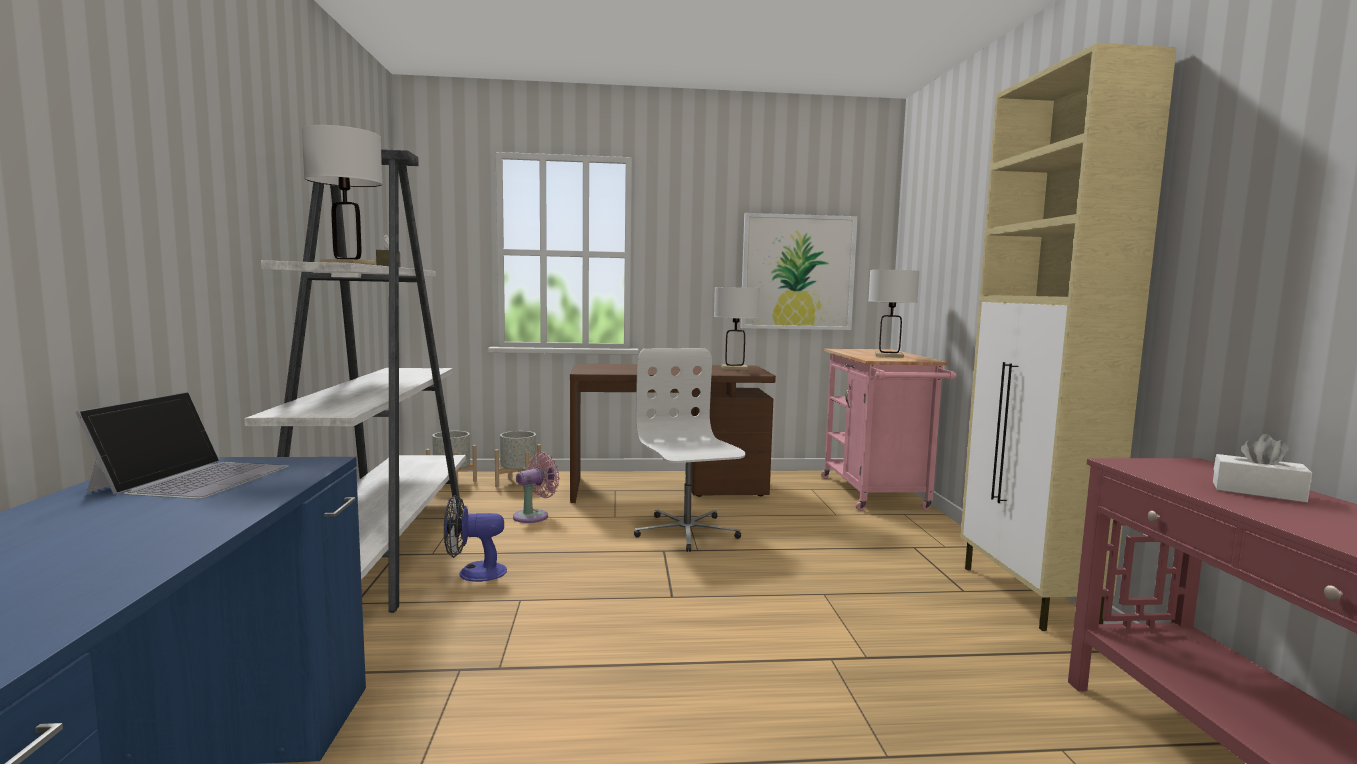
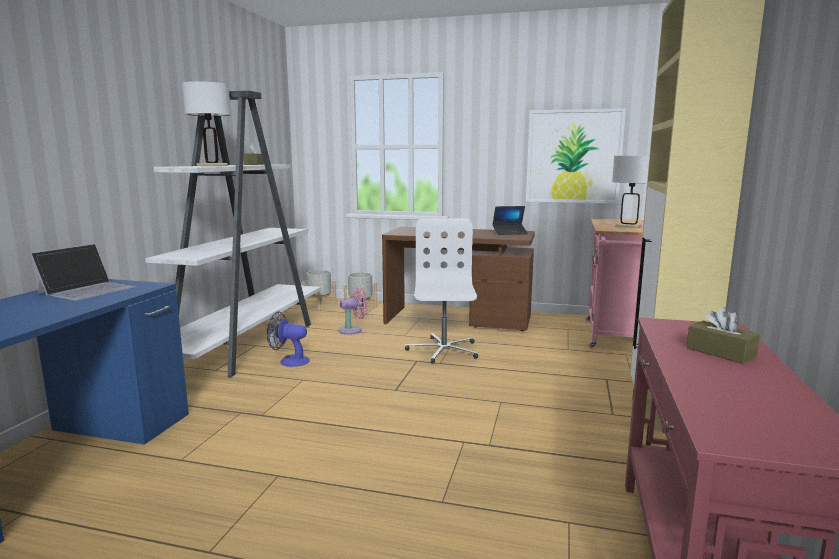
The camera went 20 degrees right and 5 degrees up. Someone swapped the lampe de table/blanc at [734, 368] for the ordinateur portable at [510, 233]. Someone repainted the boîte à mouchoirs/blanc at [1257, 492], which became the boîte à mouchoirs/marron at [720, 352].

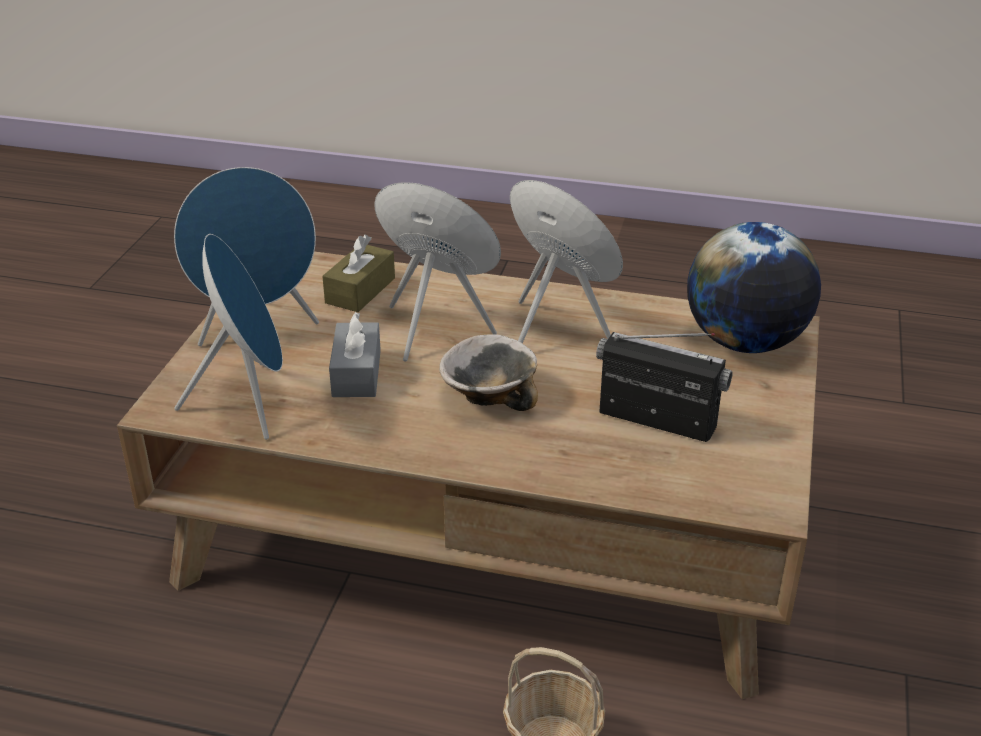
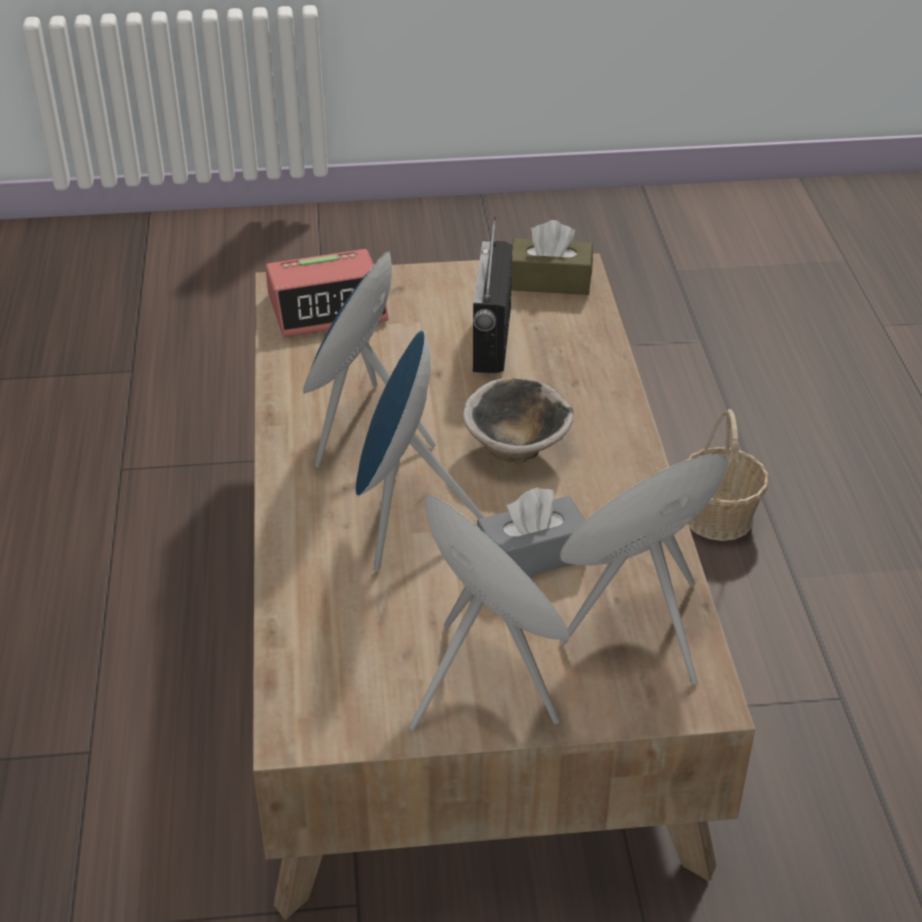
The camera went 110 degrees left and 5 degrees up. Someone swapped the globe at [745, 342] for the réveil at [328, 307]. Someone carried the boîte à mouchoirs/marron from [360, 290] to [550, 281].

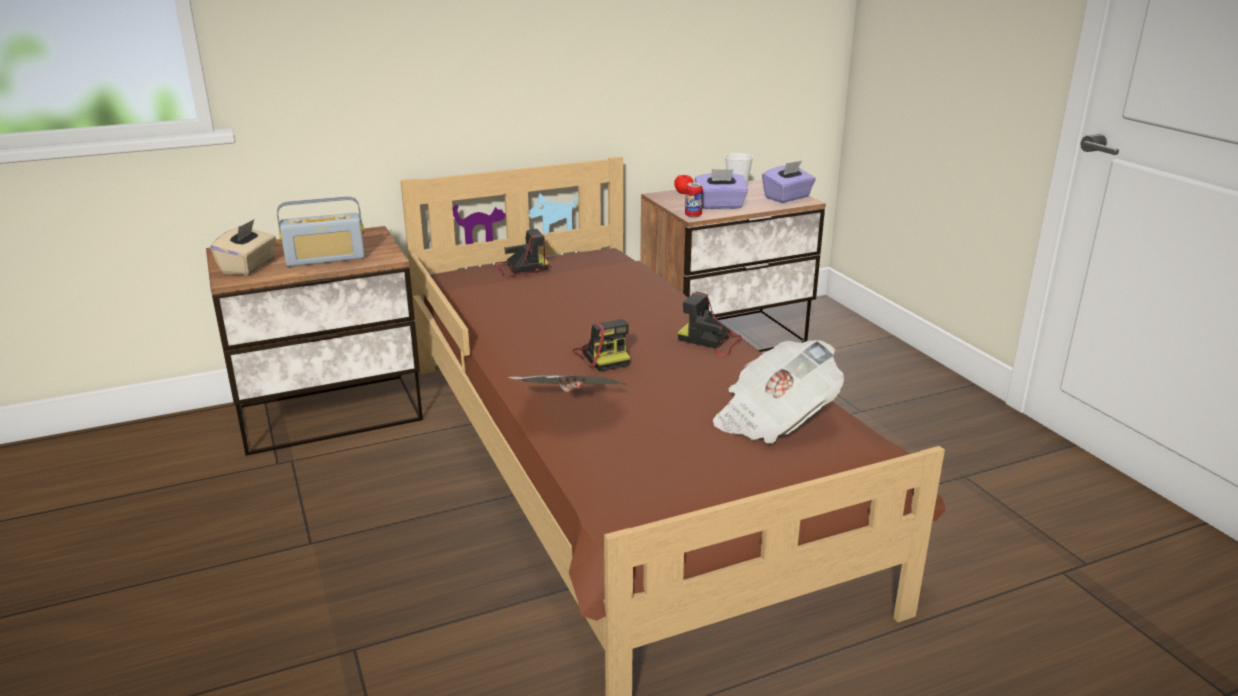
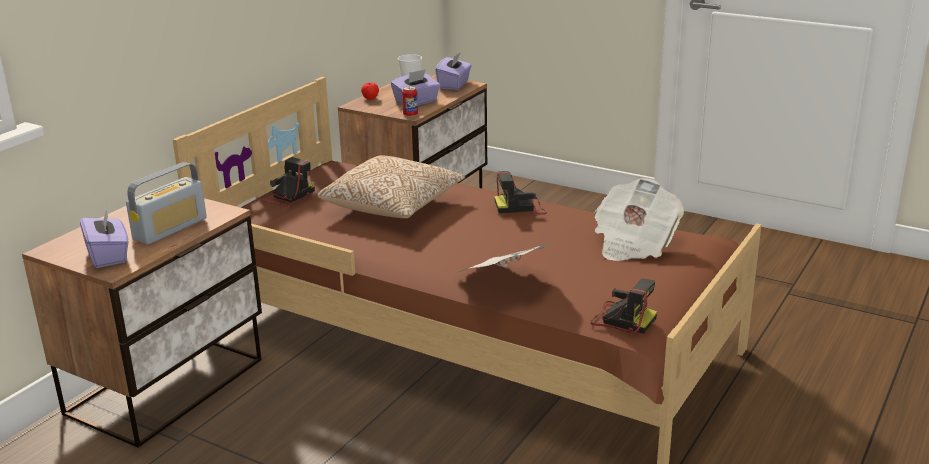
The camera went 35 degrees left and 0 degrees up. Someone repainted the boîte à mouchoirs/beige at [249, 267], which became the boîte à mouchoirs/violet at [108, 255]. Someone carried the appareil photo from [603, 356] to [621, 319]. Someone put down the coussin at [393, 207].

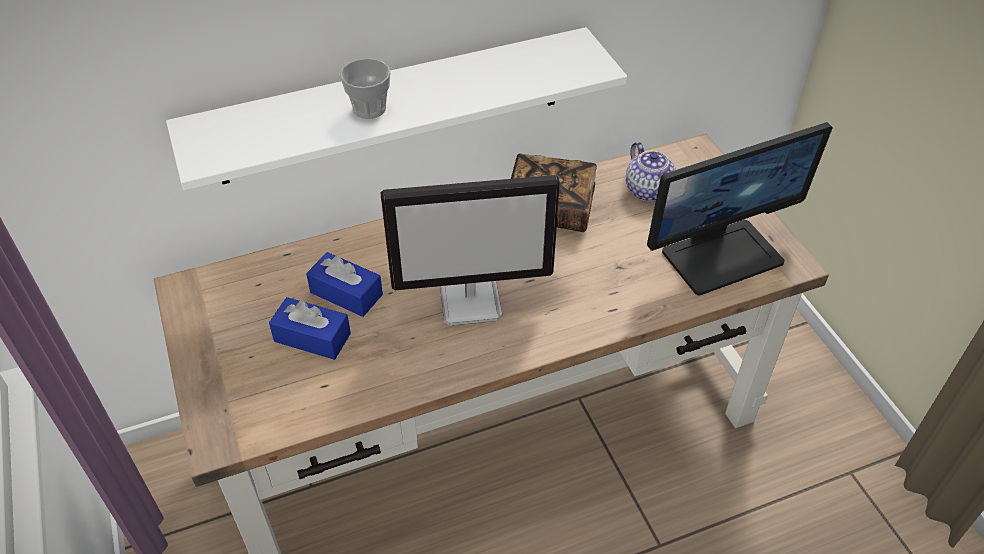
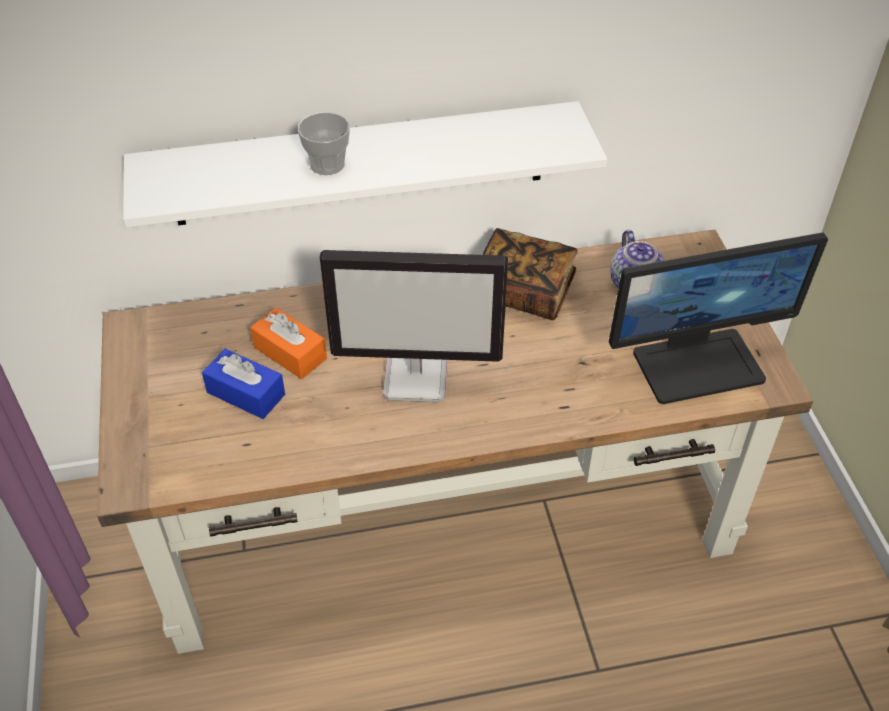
The camera went 10 degrees right and 0 degrees up. Someone repainted the boîte à mouchoirs/bleu at [346, 293], which became the boîte à mouchoirs/orange at [290, 353].

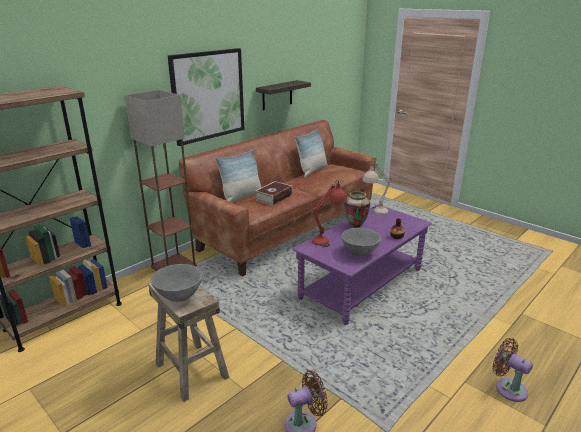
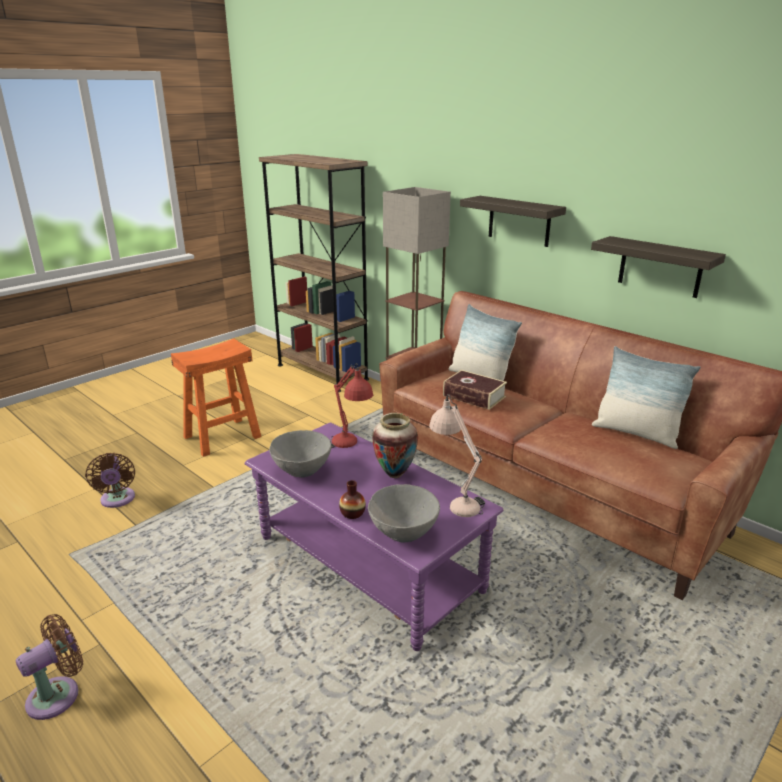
The camera went 90 degrees right and 0 degrees up. Someone swapped the tableau at [208, 95] for the étagère at [519, 221]. Someone carried the bol/gris from [179, 297] to [403, 533]. Someone repainted the tabouret/beige at [191, 370], which became the tabouret/orange at [222, 436].

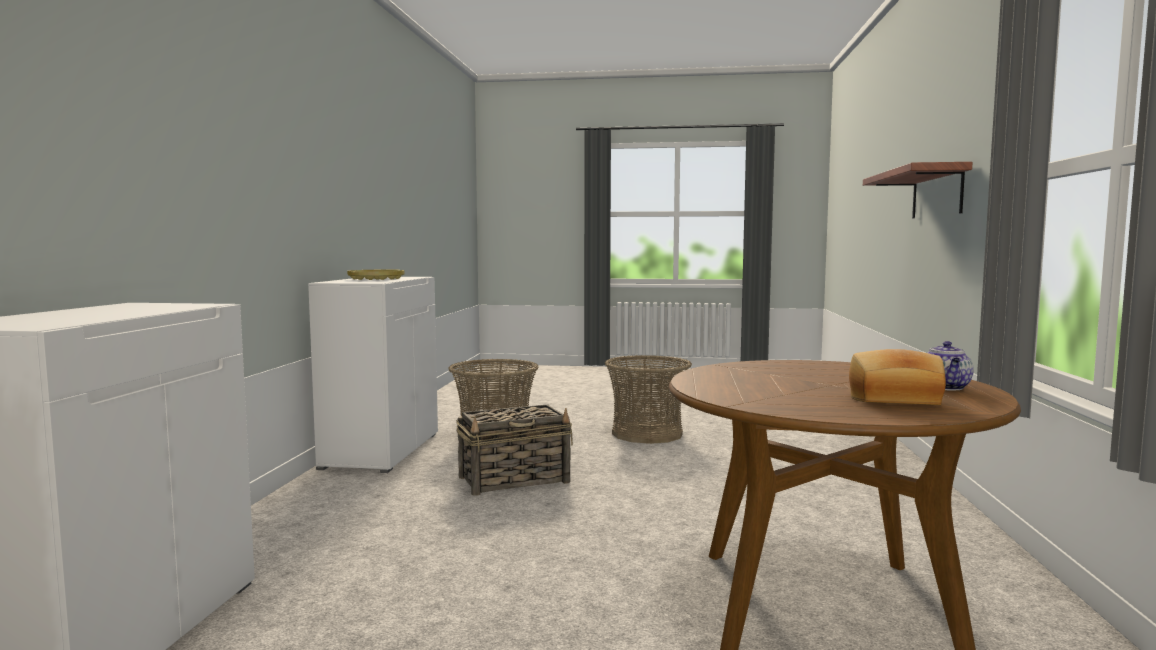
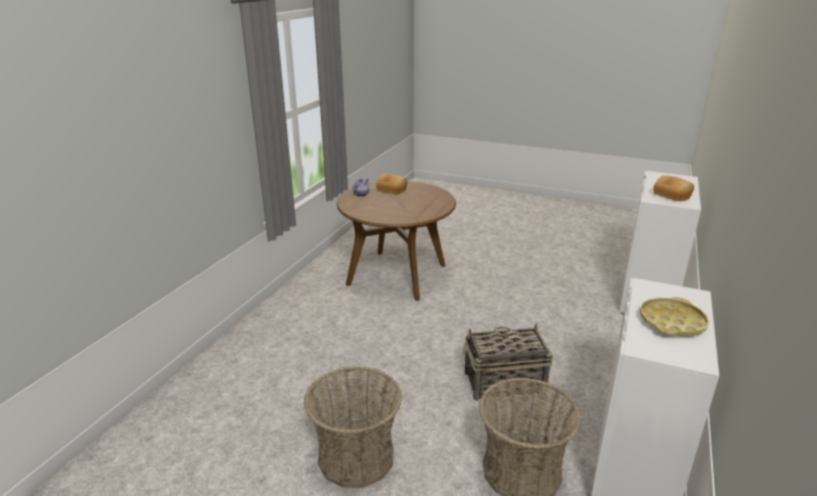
The camera went 165 degrees left and 20 degrees up. Someone took away the étagère at [937, 193]. Someone put down the pain at [672, 195].

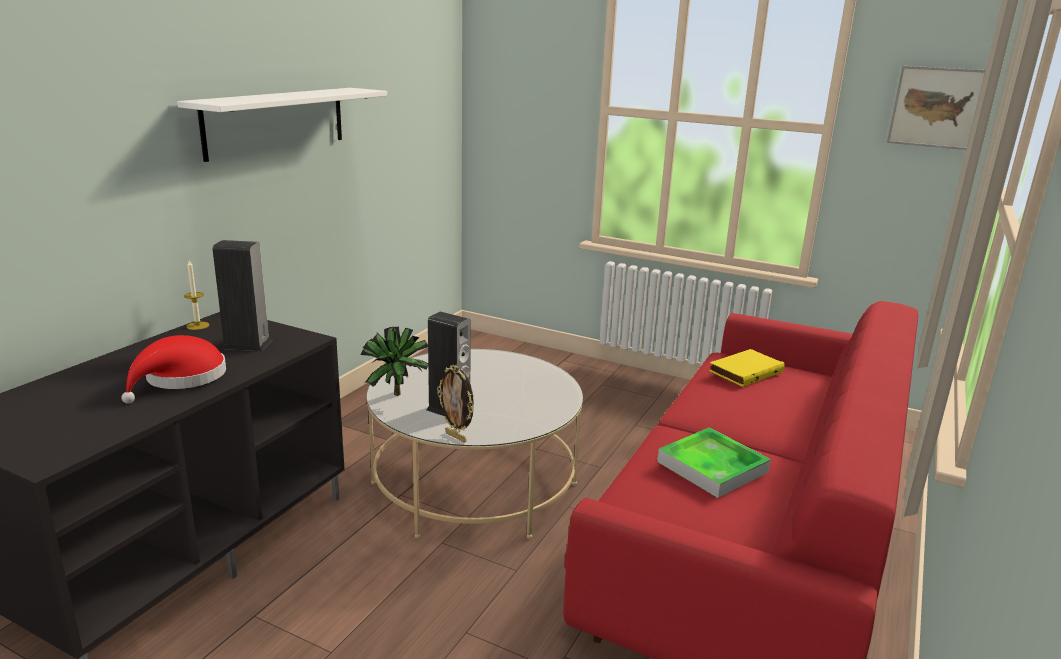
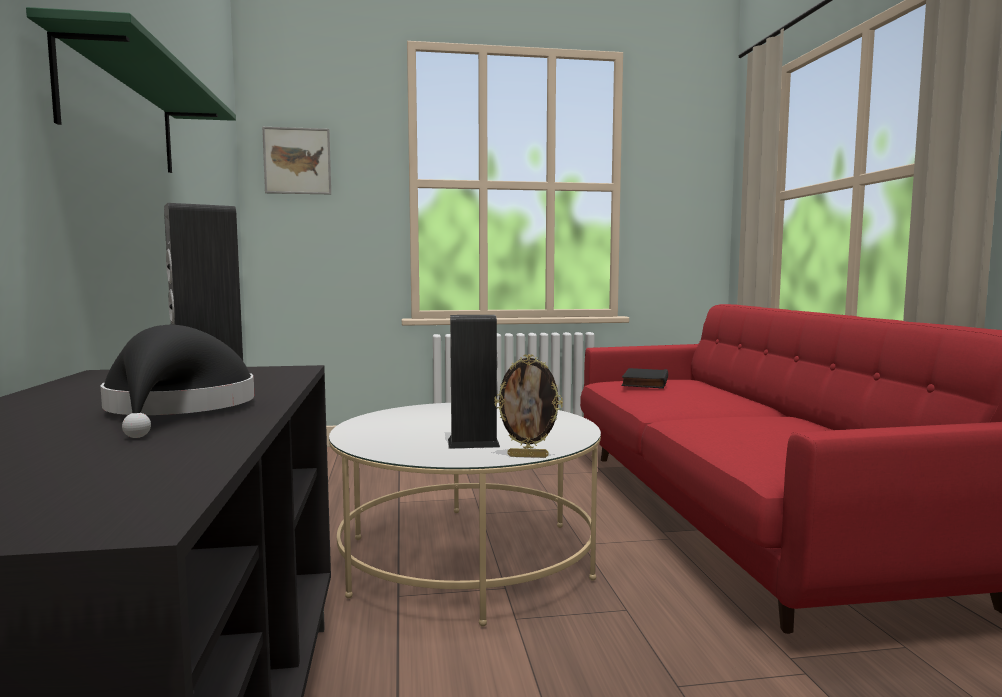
The camera went 35 degrees left and 15 degrees down. Someone carried the tableau from [935, 107] to [297, 161]. Someone repainted the étagère/blanc at [276, 121], which became the étagère/vert at [120, 113]. Someone took away the bougie at [197, 326]. Someone took away the plante en pot at [397, 396]. Someone repainted the chapeau/rouge at [181, 379], which became the chapeau/noir at [178, 409]. Someone repainted the livre/jaune at [745, 371], which became the livre/noir at [643, 382]. Someone took away the plateau at [712, 467].

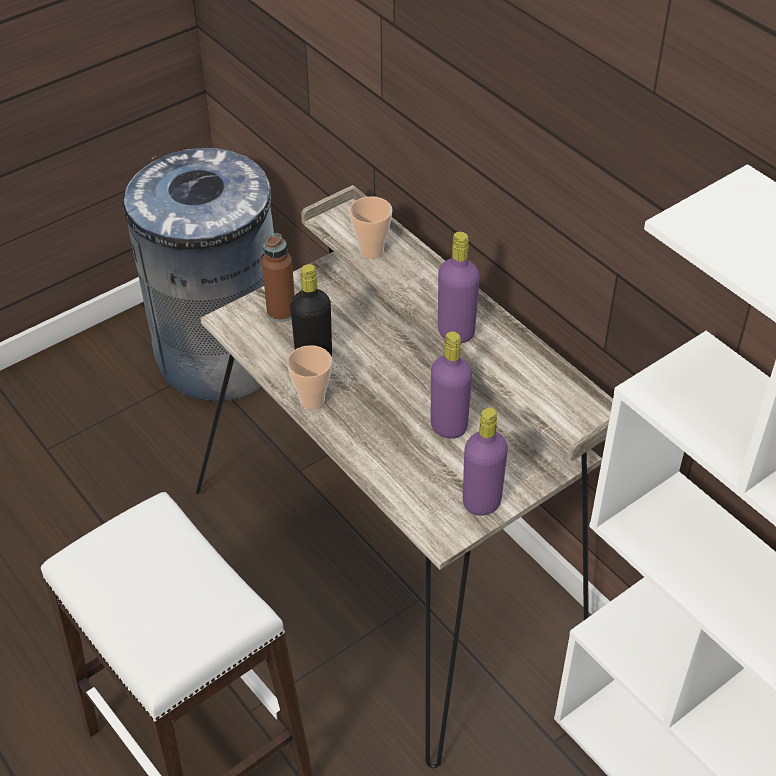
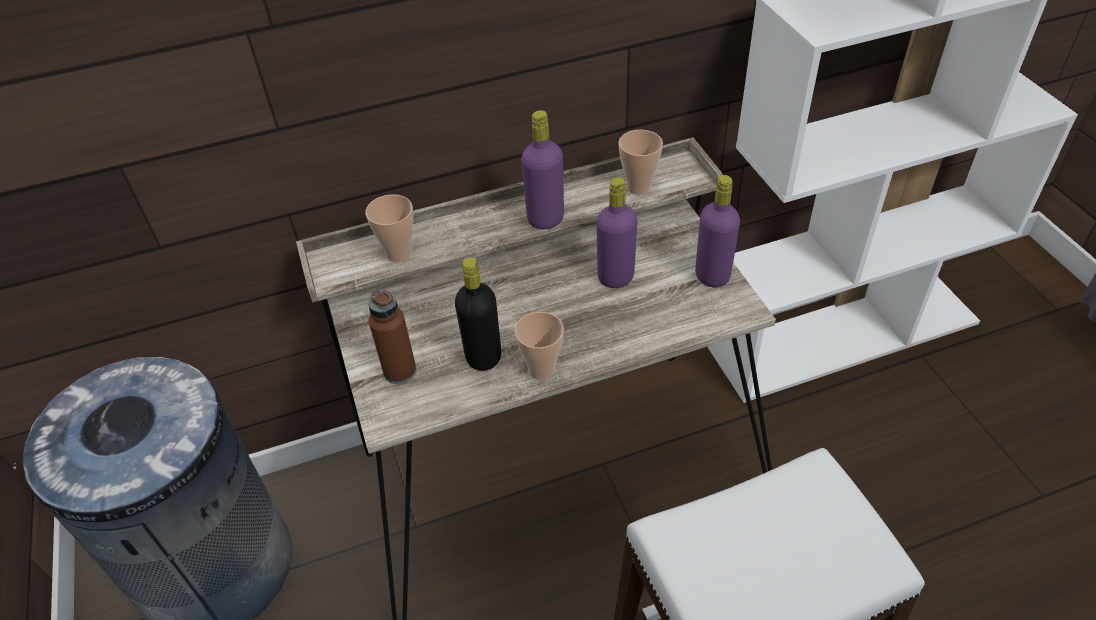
The camera went 70 degrees left and 0 degrees up. Someone put down the tasse at [638, 187].

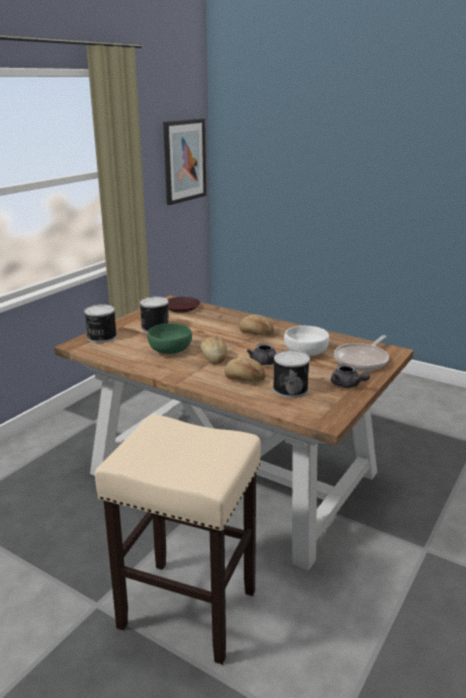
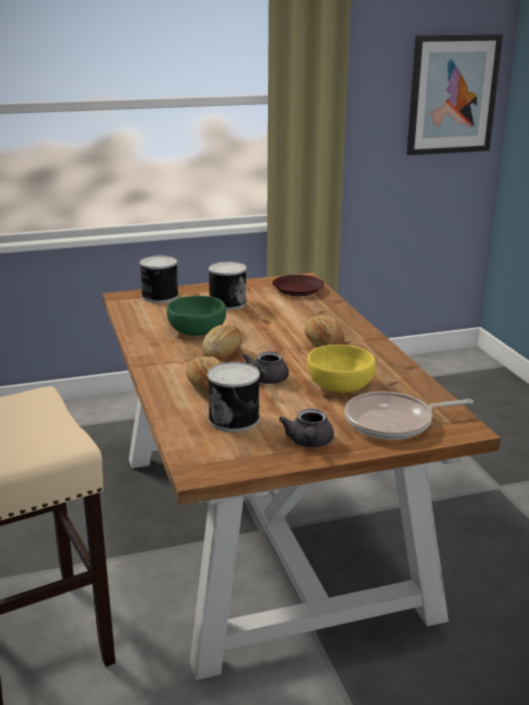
The camera went 40 degrees right and 0 degrees up. Someone repainted the bol/blanc at [306, 352], which became the bol/jaune at [339, 386].

